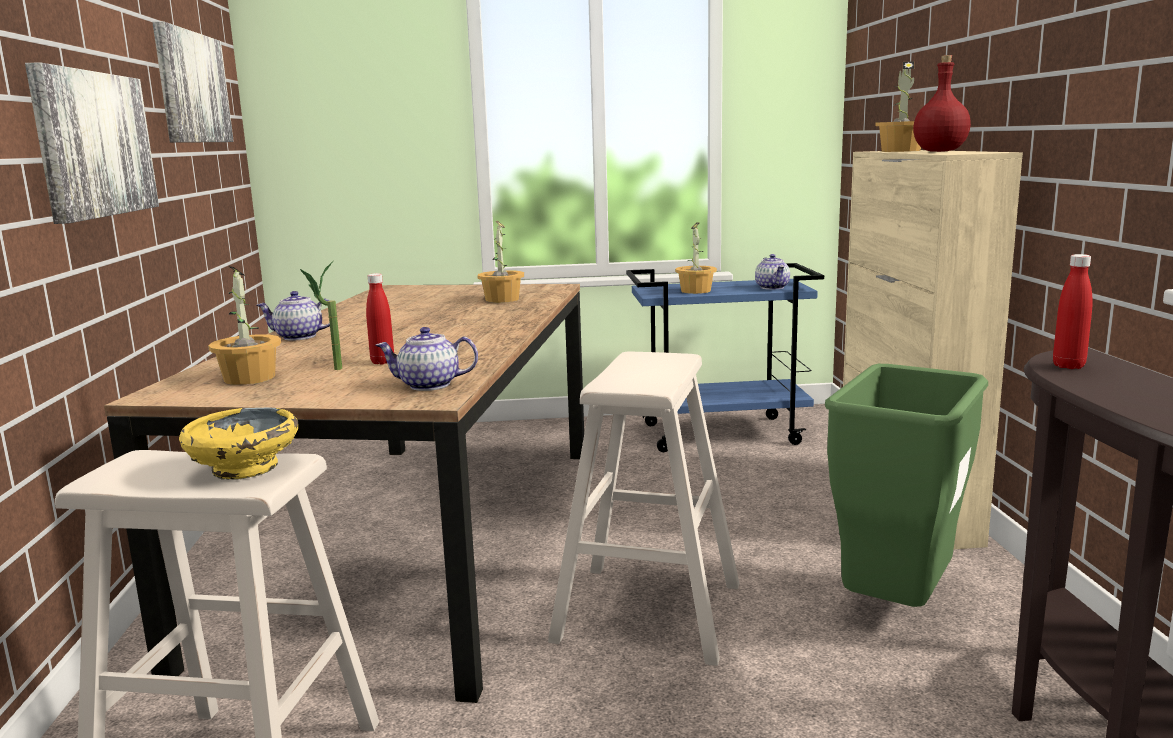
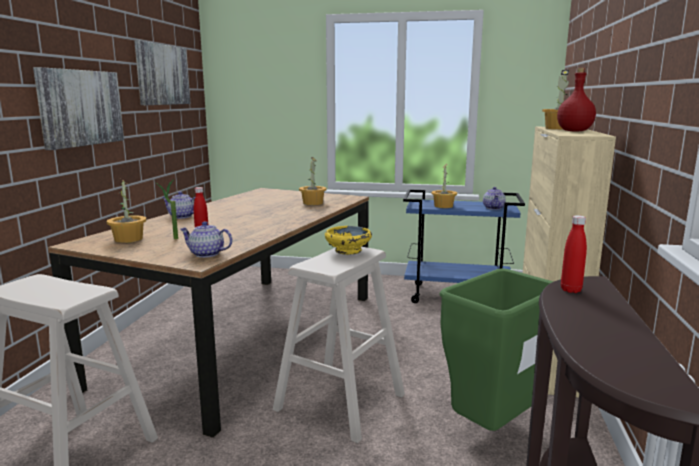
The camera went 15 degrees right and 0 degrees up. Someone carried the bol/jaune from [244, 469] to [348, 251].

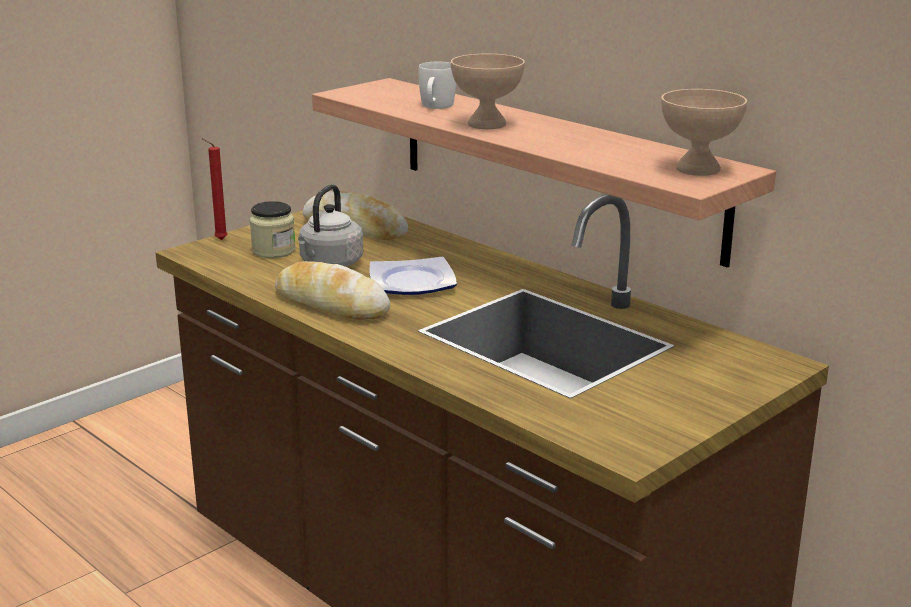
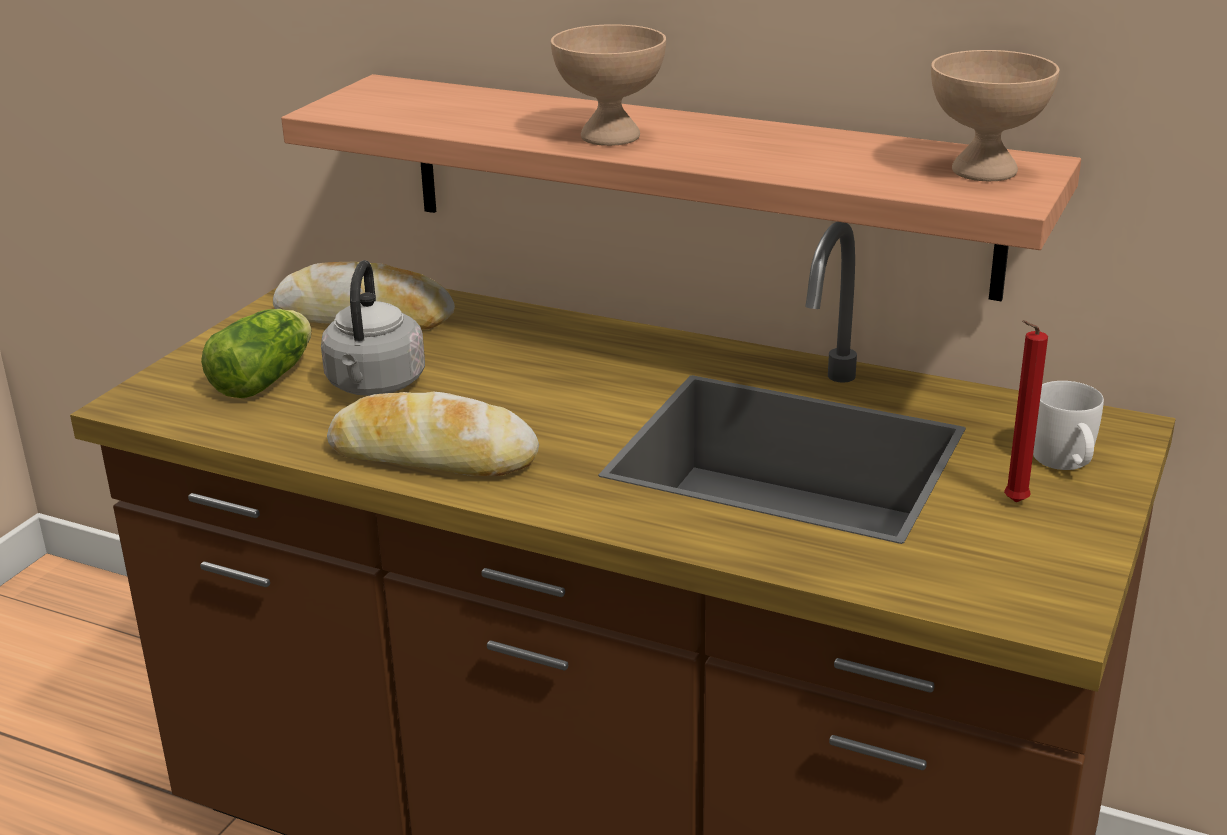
The camera went 20 degrees left and 5 degrees up. Someone carried the mug/blanc from [435, 107] to [1066, 463]. Someone carried the bougie/rouge from [219, 240] to [1012, 503]. Someone swapped the bocal at [273, 251] for the laitue at [267, 378]. Someone took away the assiette at [410, 282].

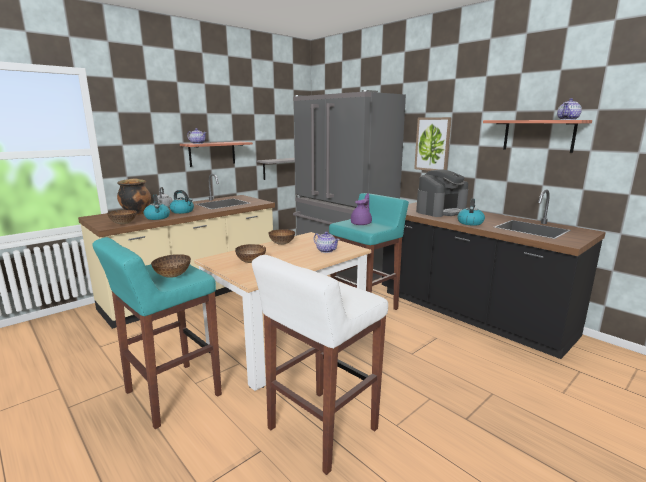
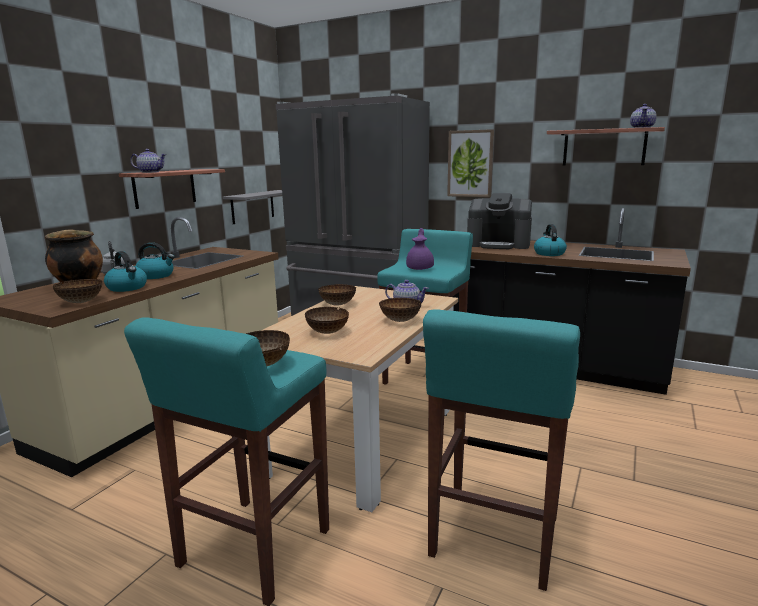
The camera went 20 degrees left and 0 degrees up. Someone rotated the machine à café at [441, 211] by 75 degrees clockwise. Someone repainted the tabouret/blanc at [321, 429], which became the tabouret/turquoise at [494, 538]. Someone put down the bol at [400, 320].

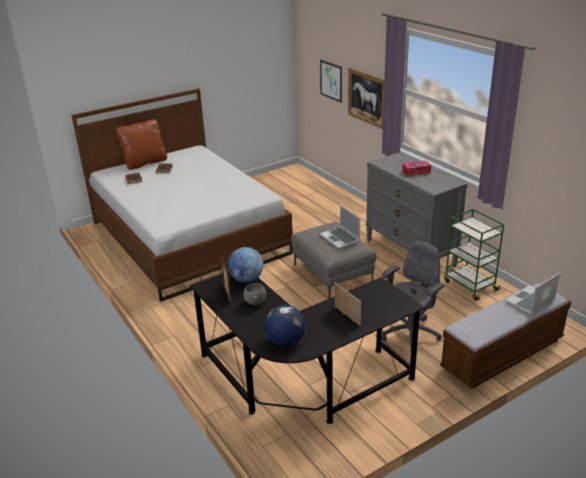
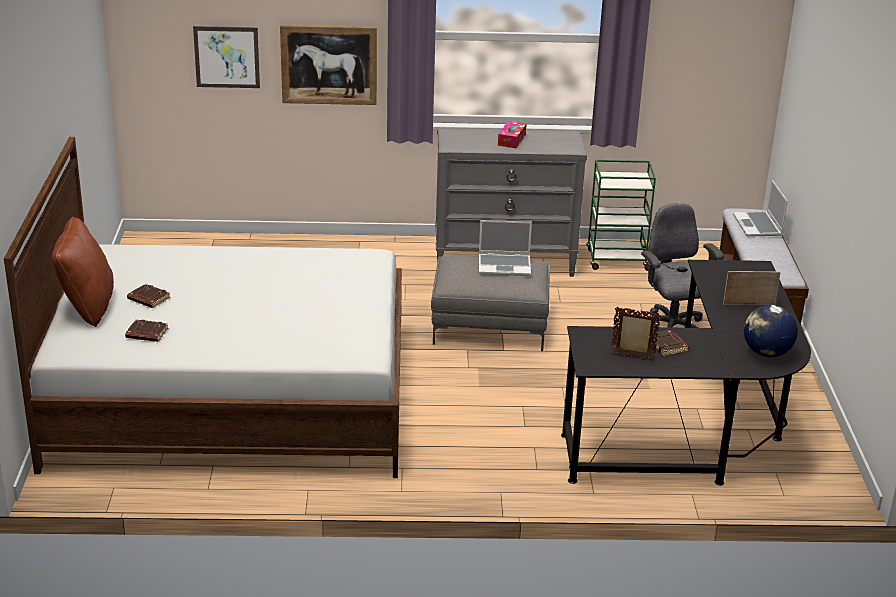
The camera went 60 degrees left and 0 degrees up. Someone took away the globe at [246, 279]. Someone swapped the bol/gris at [255, 303] for the livre/marron at [668, 346].

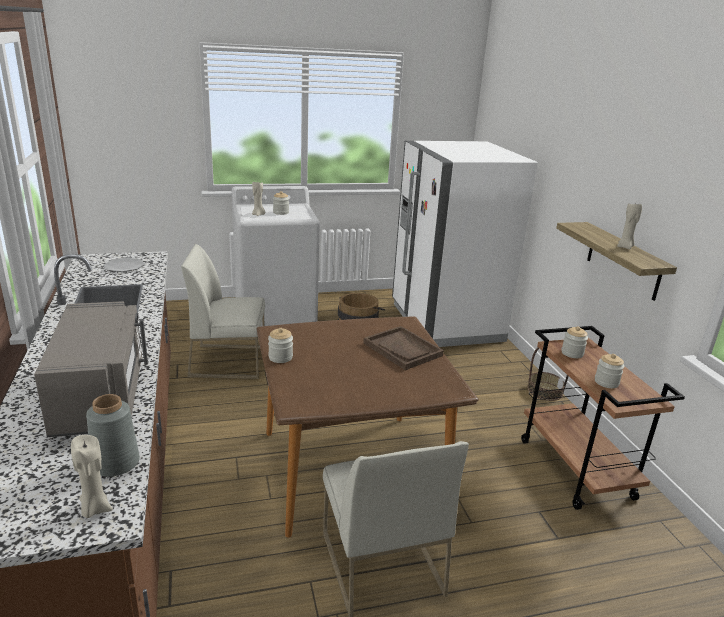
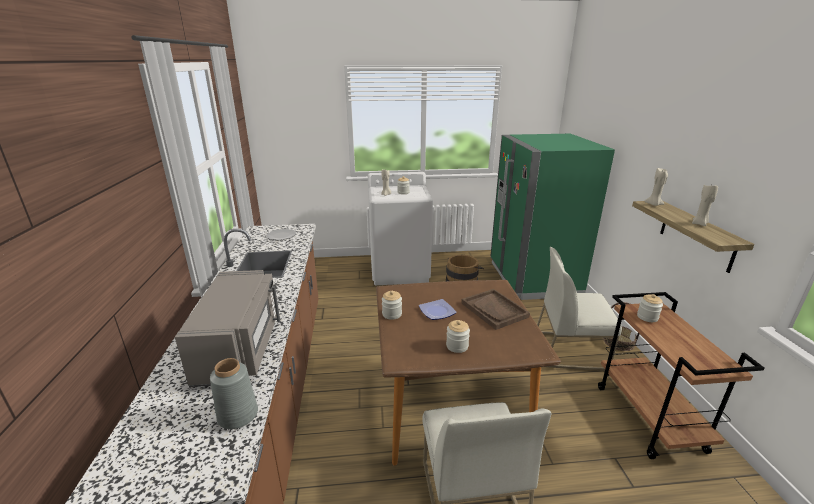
The camera went 10 degrees right and 0 degrees up. Someone repainted the réfrigérateur/blanc at [445, 322], which became the réfrigérateur/vert at [533, 278]. Someone carried the chaise/blanc from [229, 361] to [570, 350]. Someone carried the bocal from [606, 382] to [457, 346]. Someone carried the bougie/beige from [94, 508] to [653, 204]. Someone put down the assiette at [437, 311].

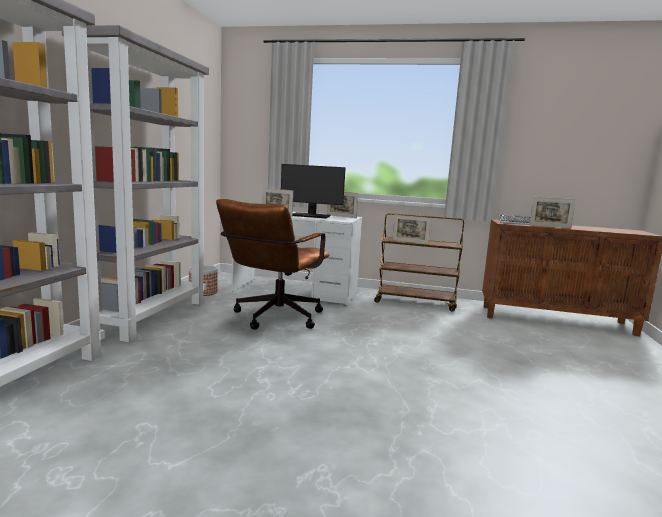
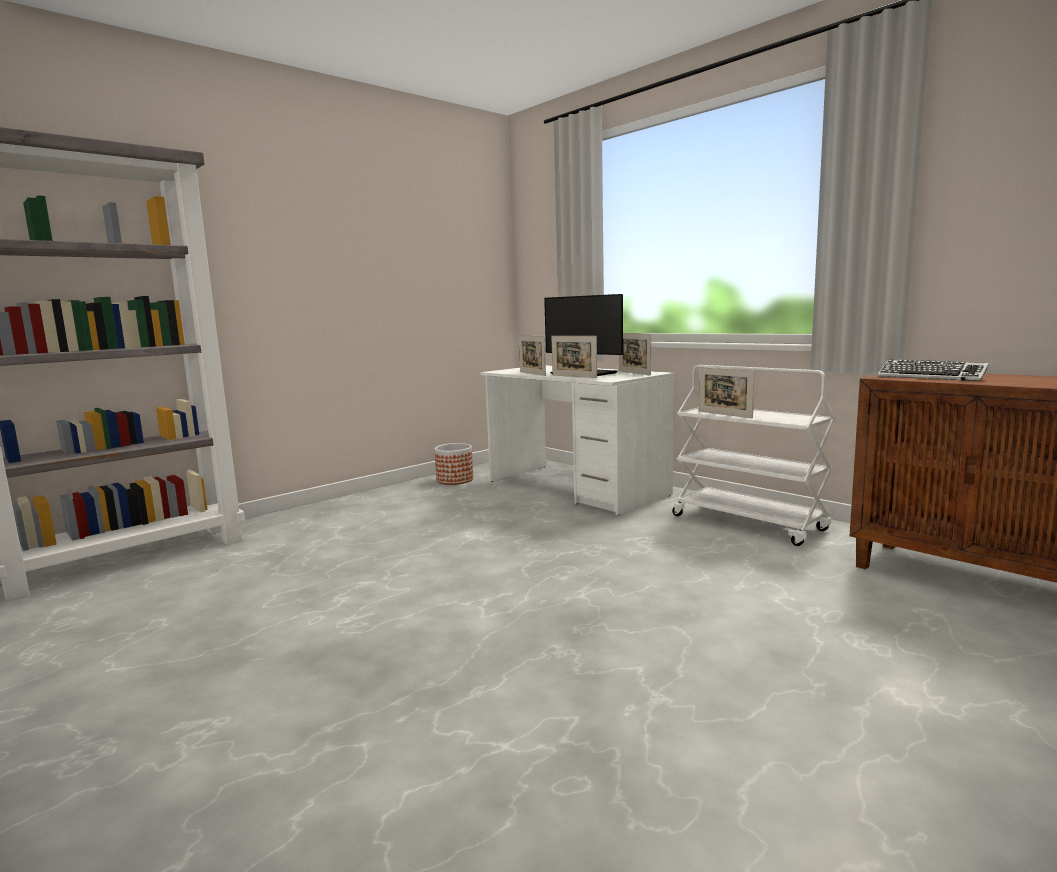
The camera went 35 degrees right and 0 degrees up. Someone took away the bibliothèque/gris at [151, 316]. Someone carried the cadre photo from [549, 226] to [574, 376]. Someone took away the chaise de bureau/marron at [273, 319]. Someone repainted the chariot/marron at [416, 302], which became the chariot/blanc at [749, 523].

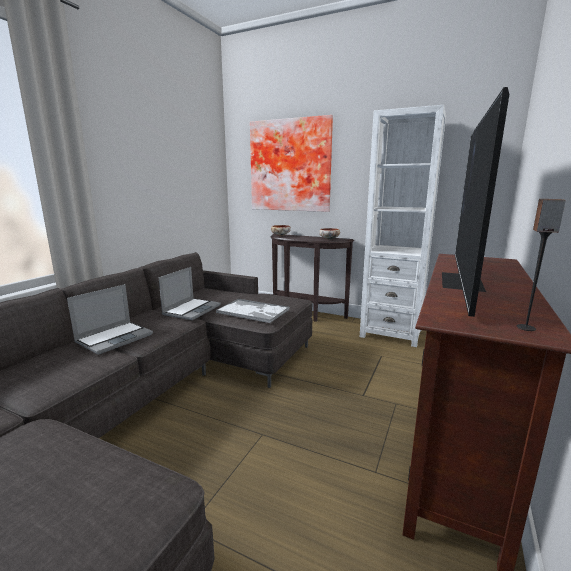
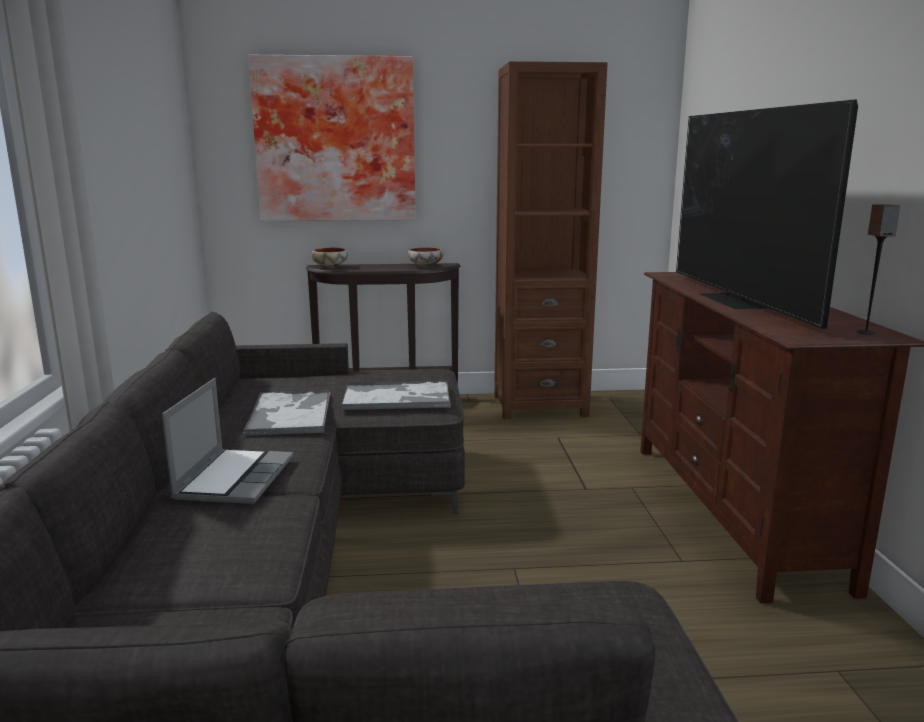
The camera went 30 degrees left and 0 degrees up. Someone repainted the bibliothèque/blanc at [391, 333], which became the bibliothèque/marron at [539, 405]. Someone swapped the ordinateur portable at [192, 310] for the plateau at [290, 413].

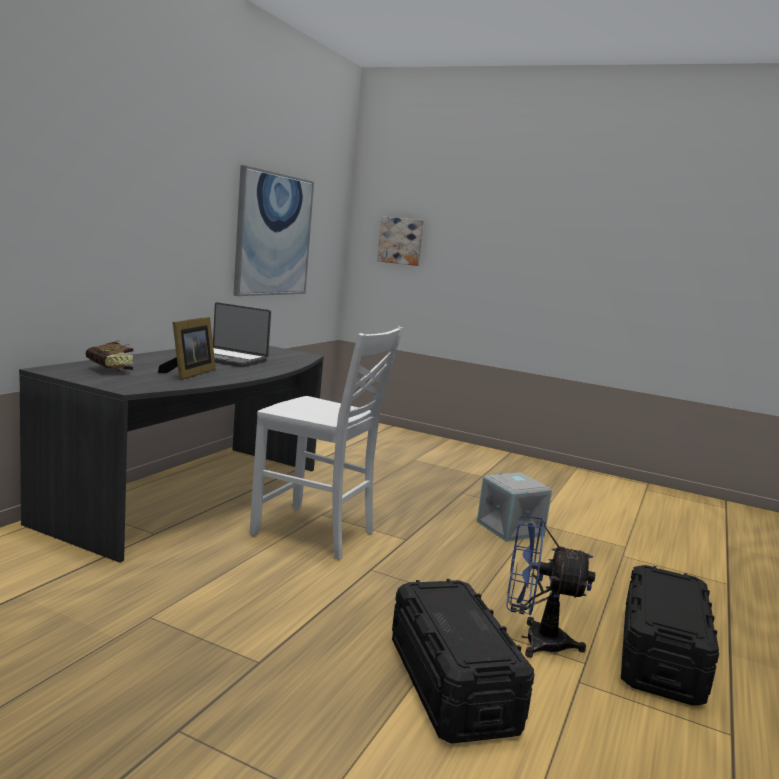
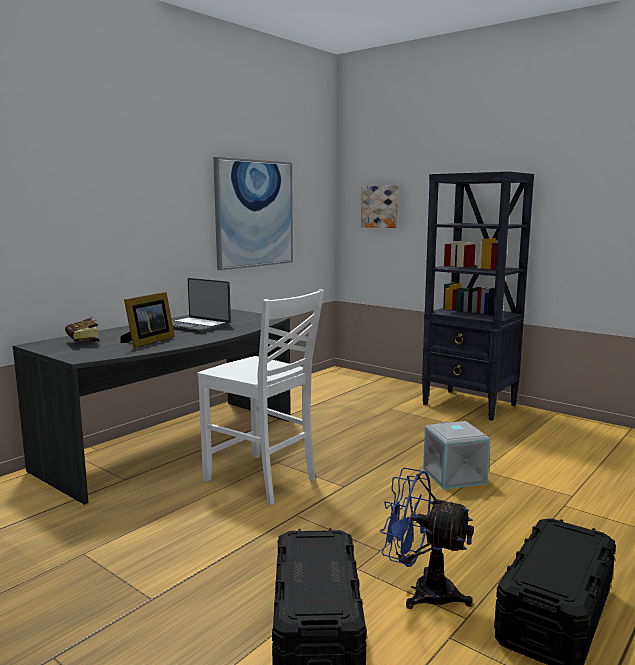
The camera went 15 degrees right and 0 degrees up. Someone put down the bibliothèque/noir at [470, 405].

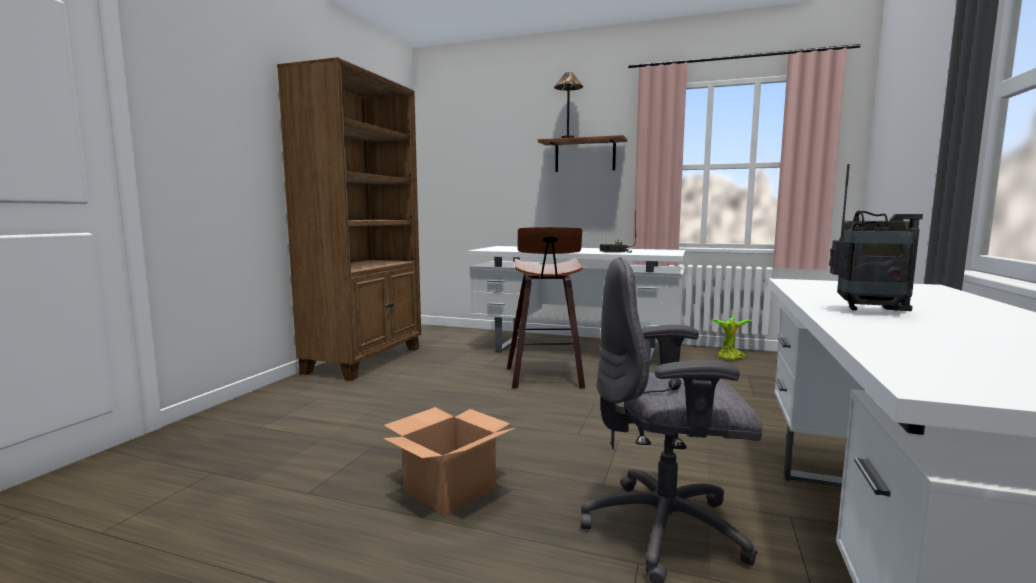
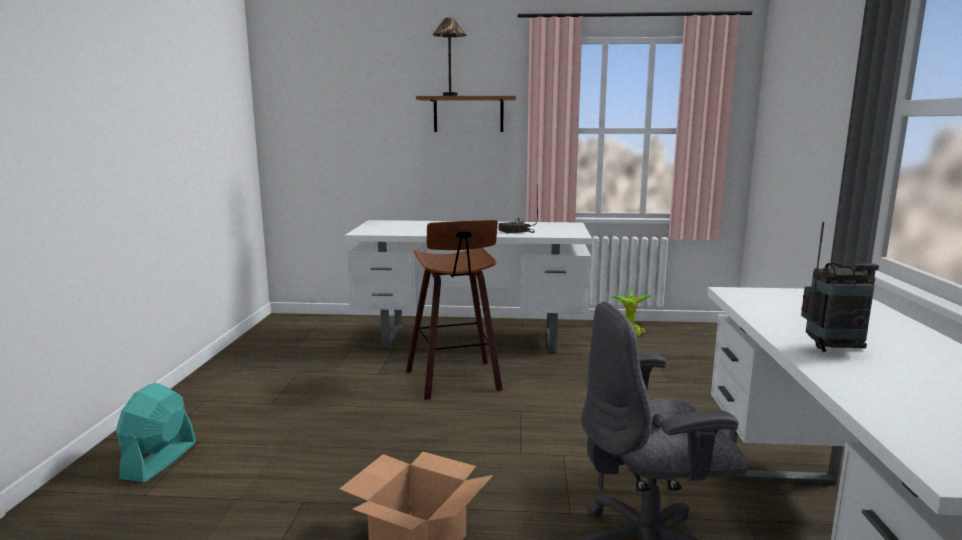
The camera went 15 degrees left and 5 degrees up. Someone took away the bibliothèque/marron at [366, 360]. Someone put down the ventilateur/turquoise at [159, 460].

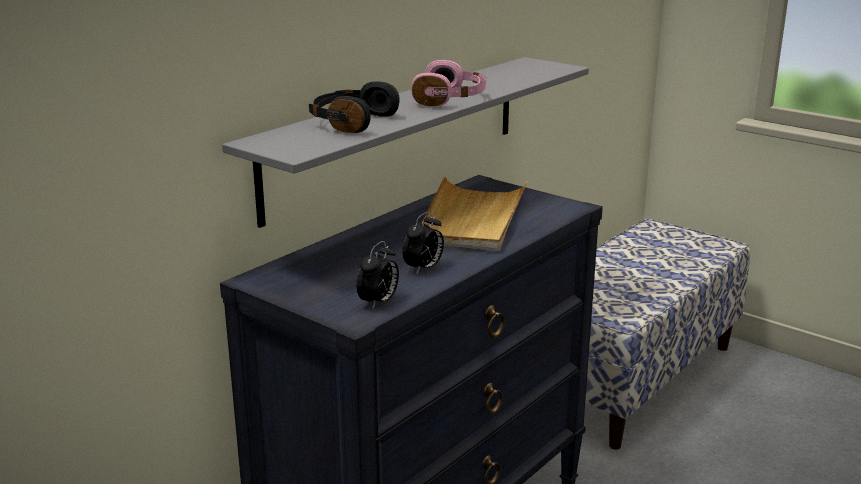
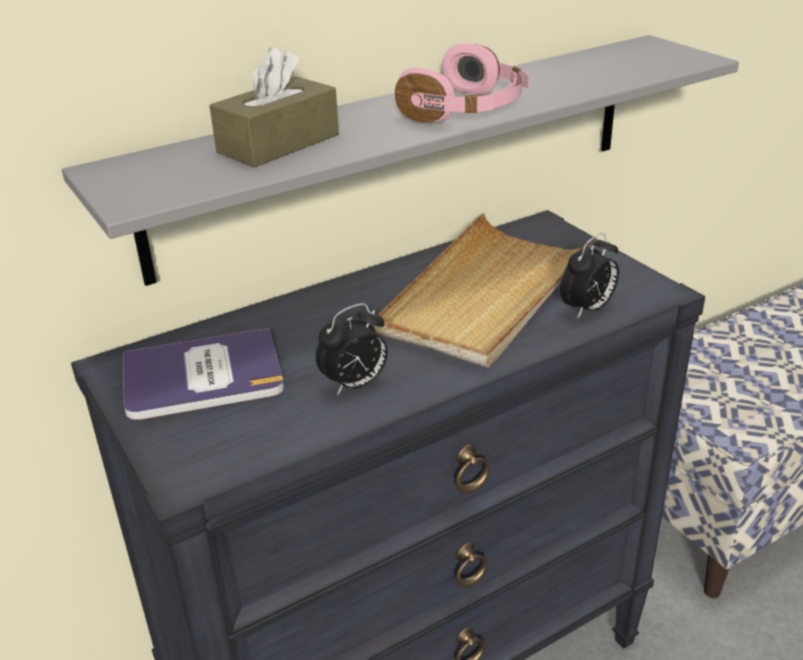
The camera went 20 degrees right and 10 degrees up. Someone swapped the casque audio/noir at [351, 122] for the boîte à mouchoirs/marron at [278, 143]. Someone carried the réveil from [378, 302] to [587, 309]. Someone put down the livre at [202, 376].

